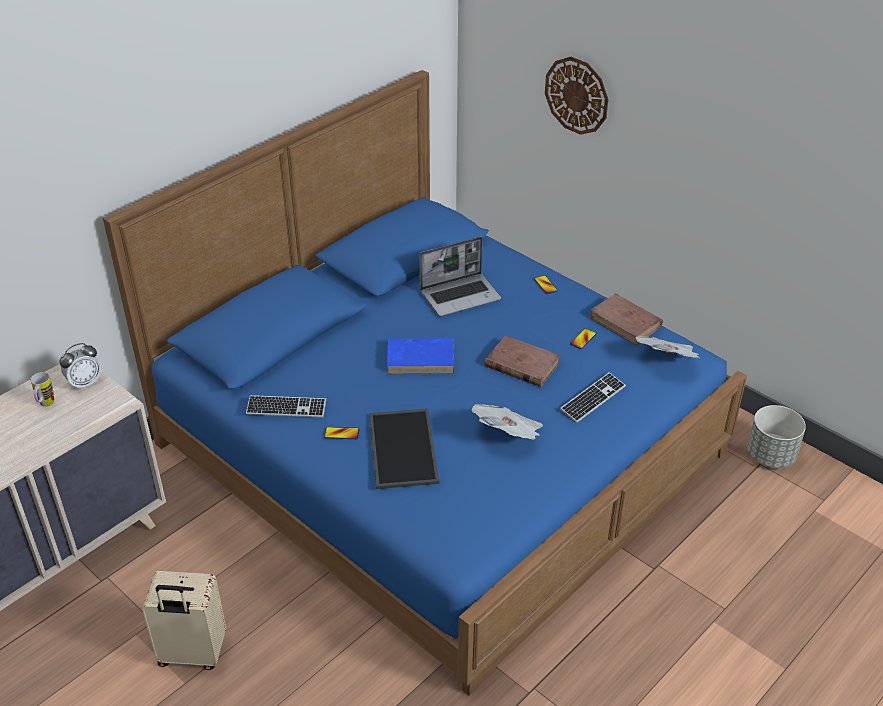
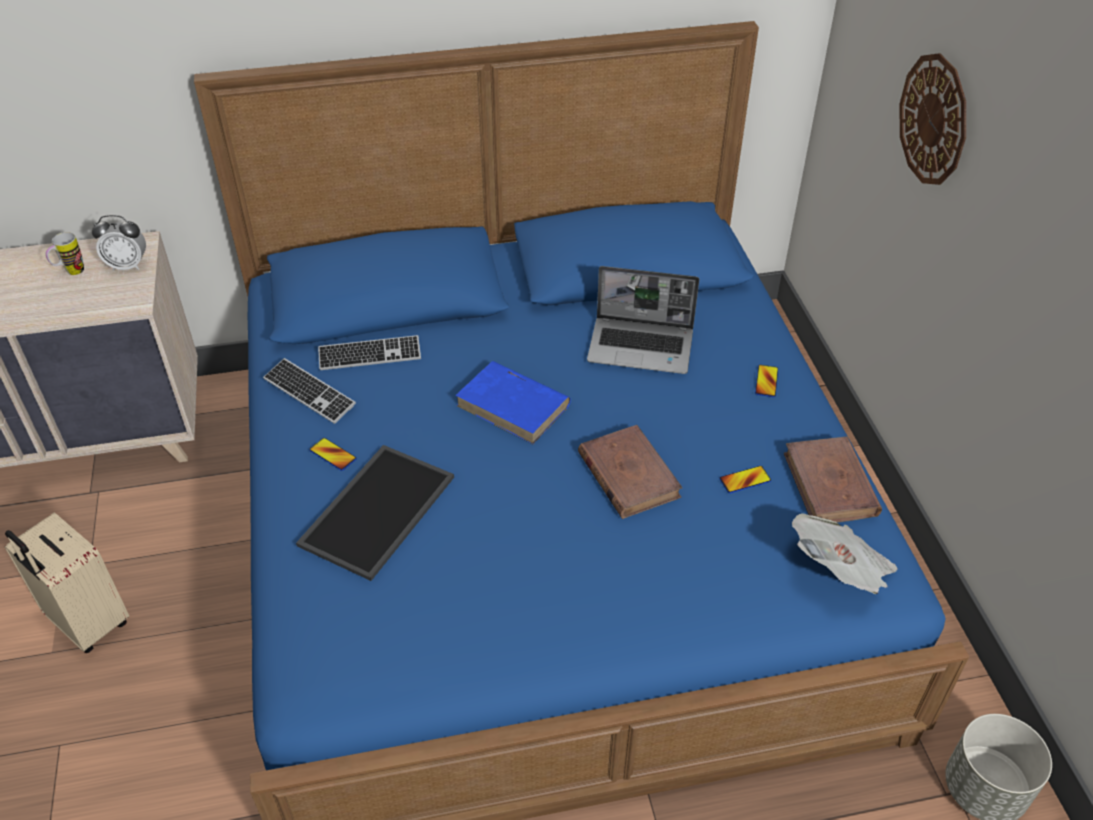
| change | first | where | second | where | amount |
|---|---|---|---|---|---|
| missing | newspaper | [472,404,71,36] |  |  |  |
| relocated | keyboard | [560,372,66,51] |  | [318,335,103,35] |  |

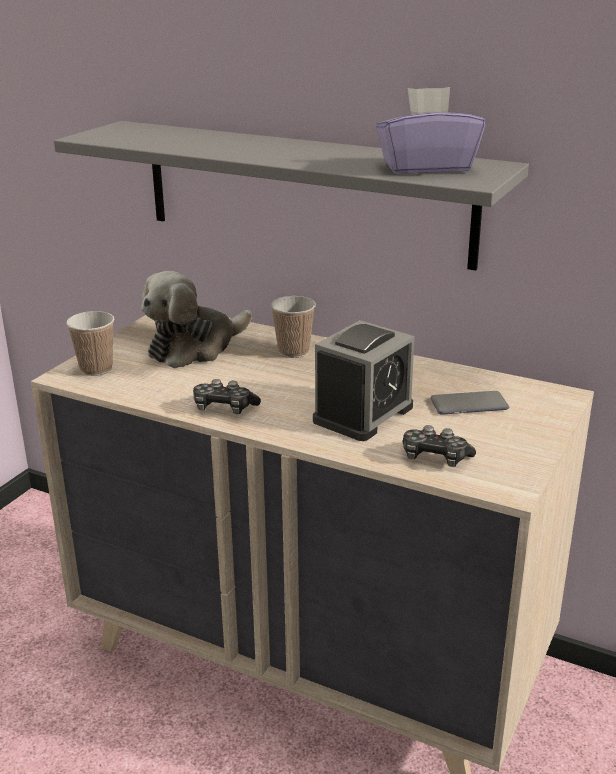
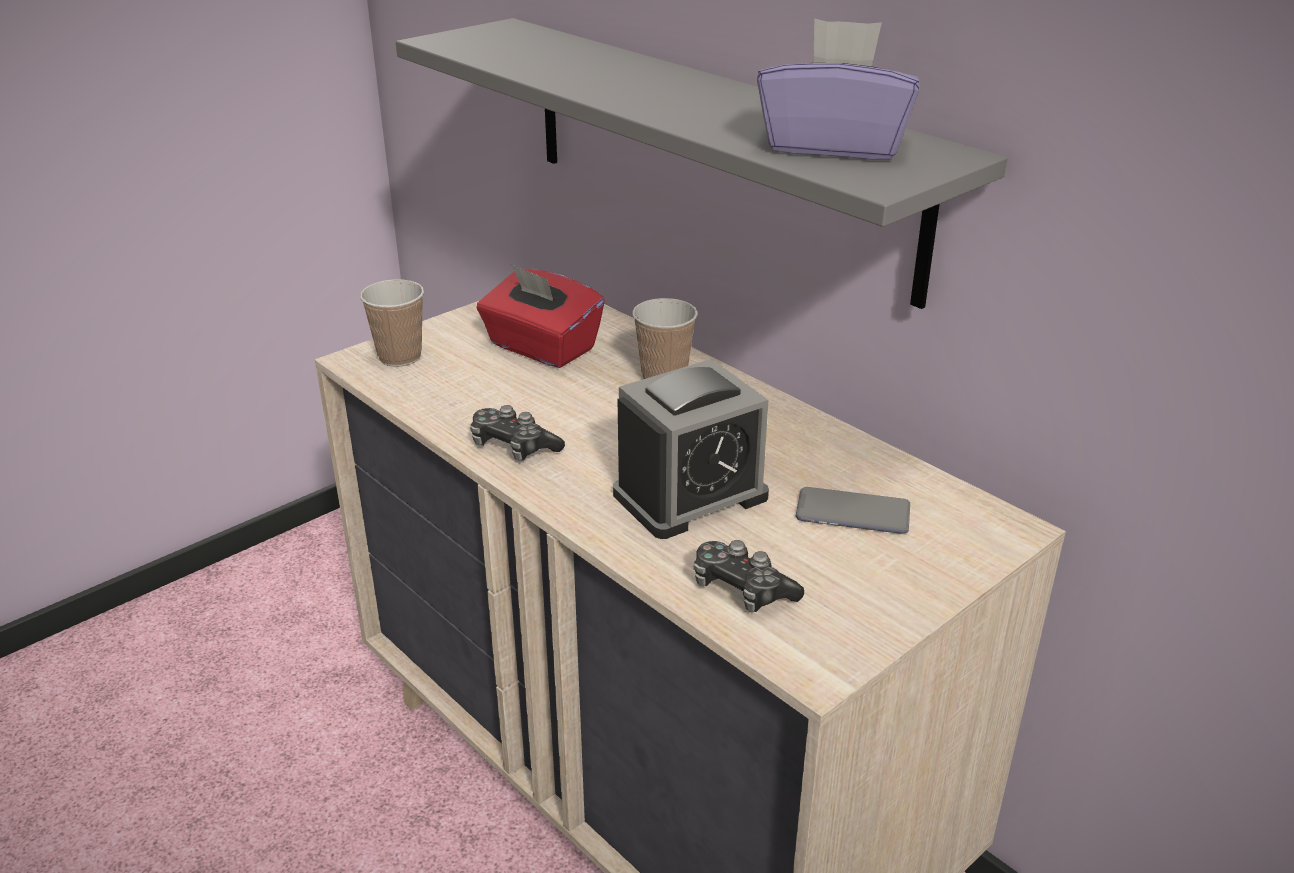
| change | first | where | second | where | amount |
|---|---|---|---|---|---|
| exchanged | plush toy | [141,271,111,98] | box of tissues in reddish | [476,265,129,103] |  |

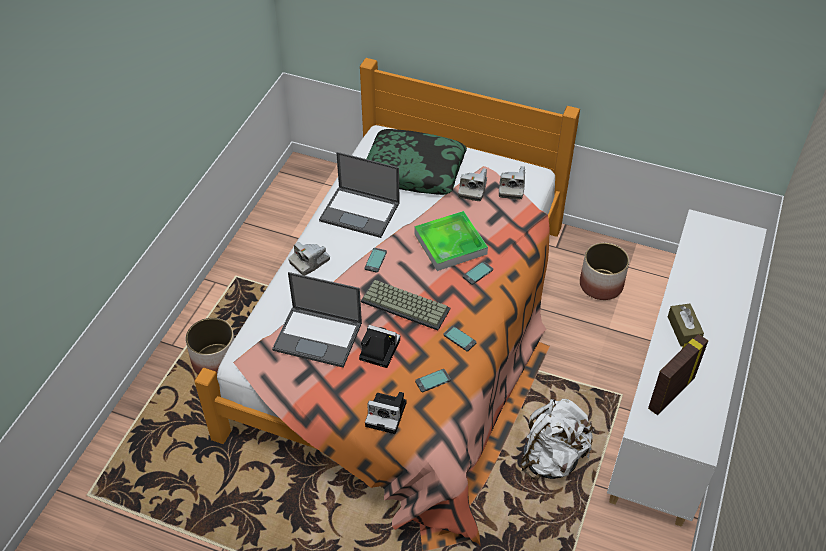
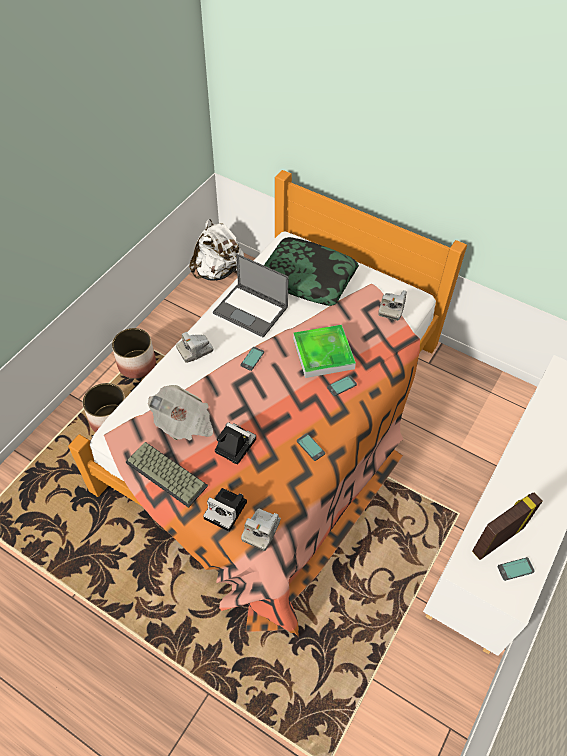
| change | first | where | second | where | amount |
|---|---|---|---|---|---|
| missing | box of tissues in brownish | [668,304,36,43] |  |  |  |
| relocated | keyboard | [361,280,89,51] |  | [126,442,82,66] |  |
| relocated | phone | [415,369,36,23] |  | [497,557,38,24] |  |
| relocated | photo camera | [458,168,29,33] |  | [241,508,40,43] |  |
| relocated | backpack in white | [520,399,74,81] |  | [189,219,55,62] |  |
| relocated | plant pot | [580,243,49,57] |  | [112,328,44,51] |  |
| exchanged | notebook computer | [272,272,90,96] | newspaper | [148,385,65,55] |  |

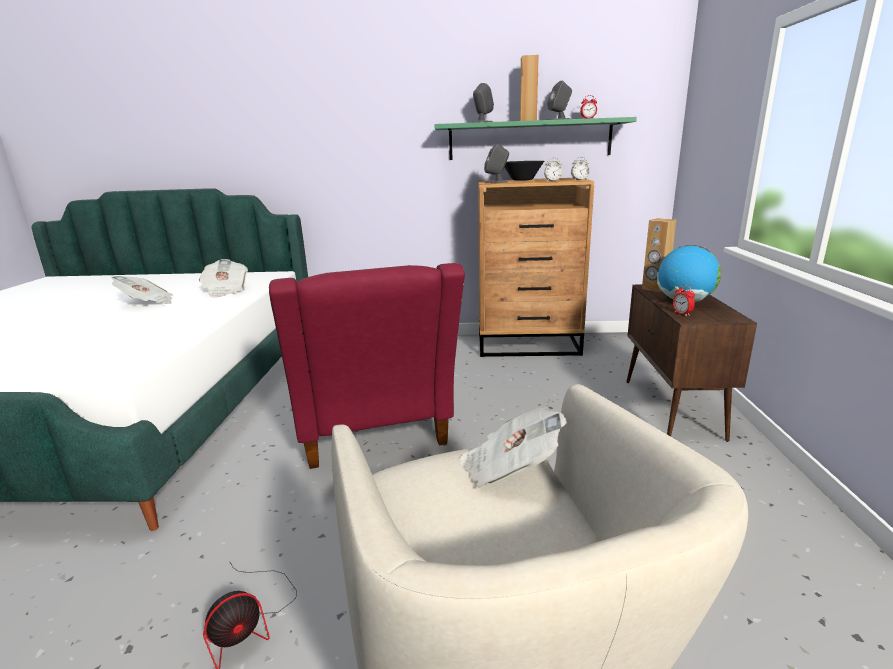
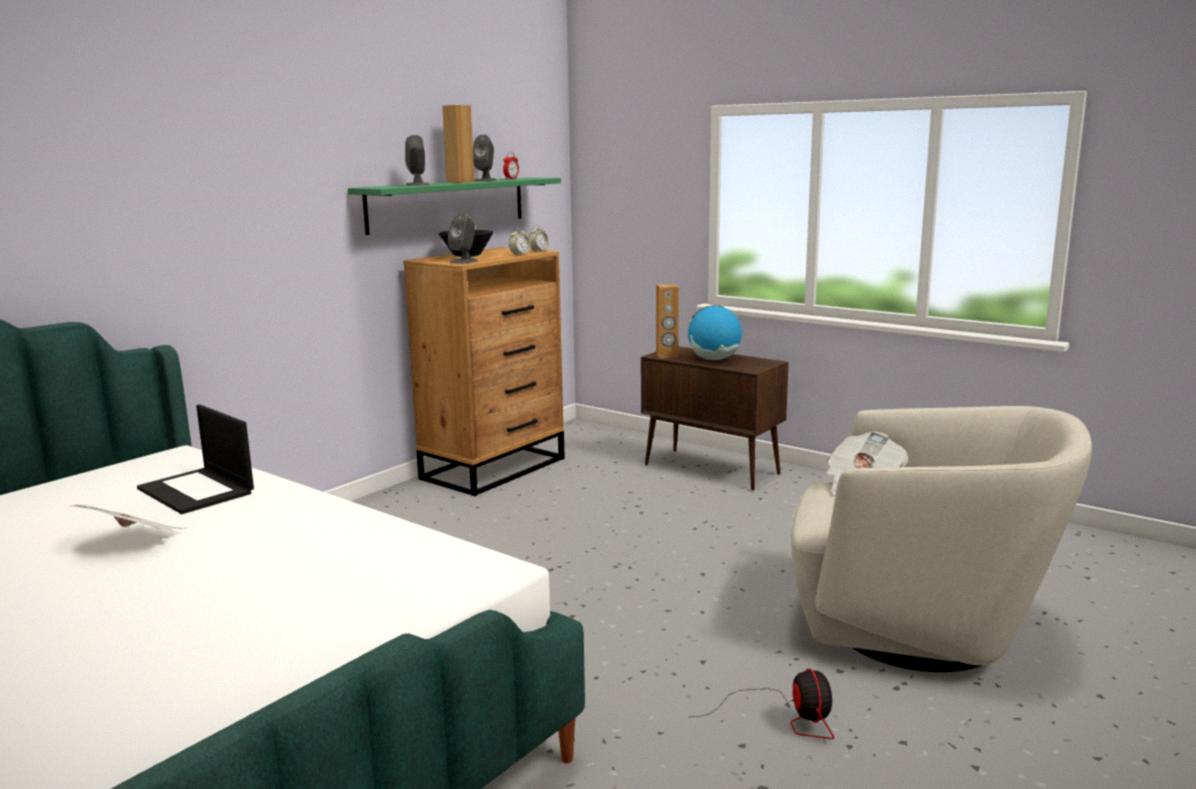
| change | first | where | second | where | amount |
|---|---|---|---|---|---|
| missing | lounge chair in reddish | [269,263,196,206] |  |  |  |
| missing | bedside clock | [673,285,22,31] |  |  |  |
| exchanged | newspaper | [199,259,49,39] | notebook computer | [137,404,117,110] |  |

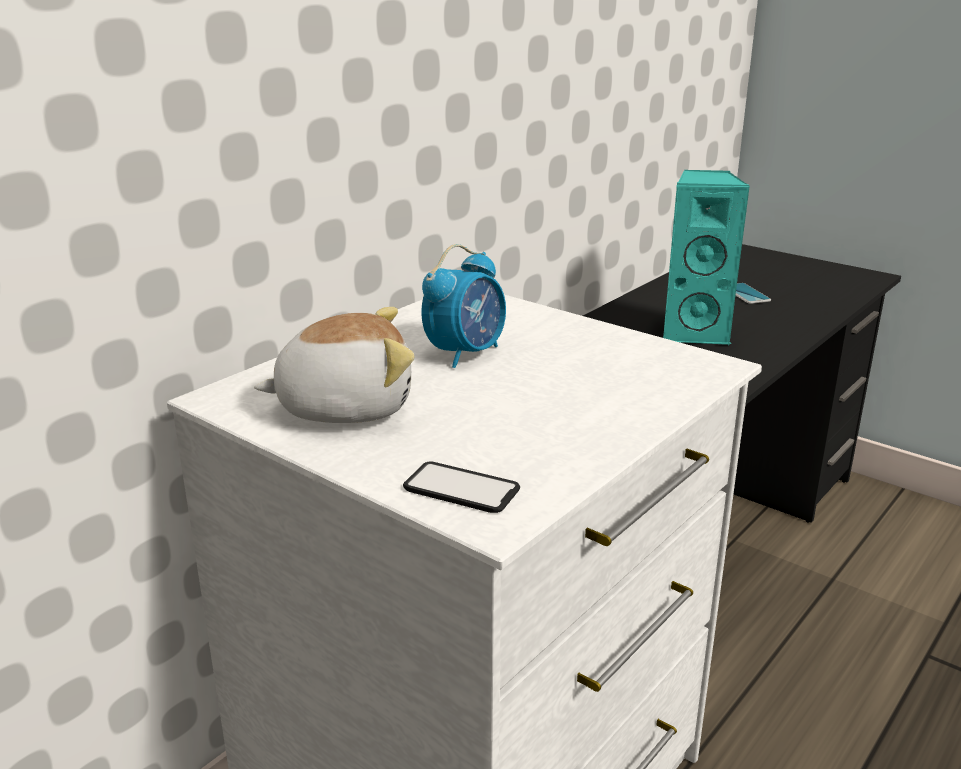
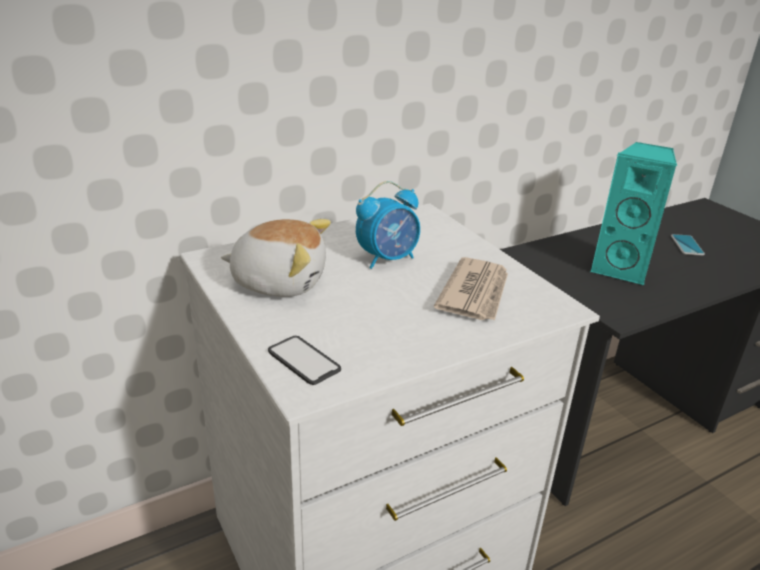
| change | first | where | second | where | amount |
|---|---|---|---|---|---|
| appeared |  |  | newspaper | [434,257,74,63] |  |

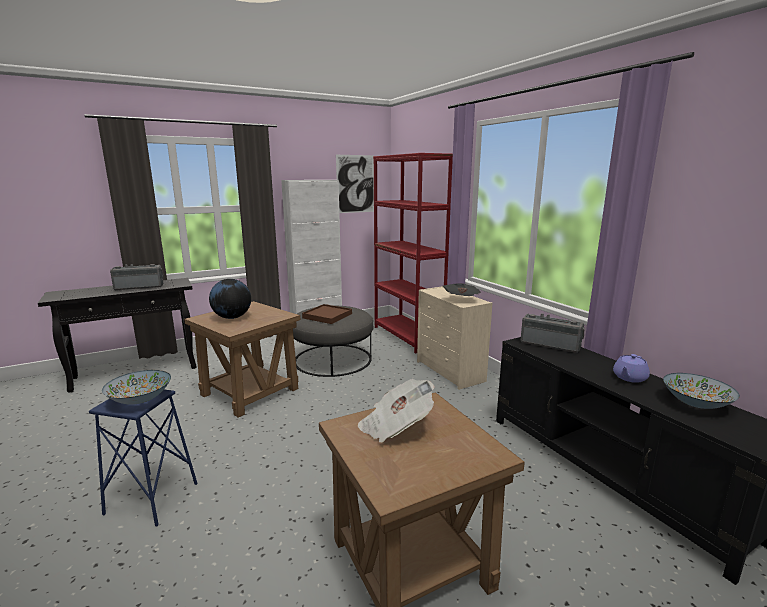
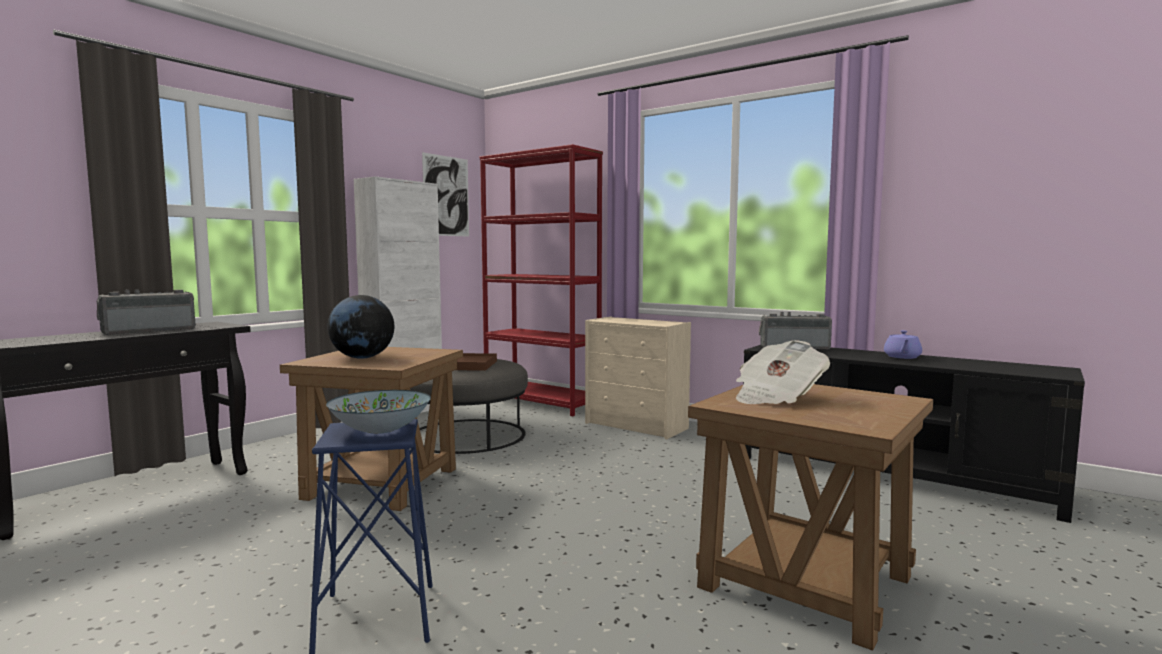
| change | first | where | second | where | amount |
|---|---|---|---|---|---|
| missing | newspaper | [442,283,39,13] |  |  |  |
| missing | deep dish | [663,373,77,36] |  |  |  |

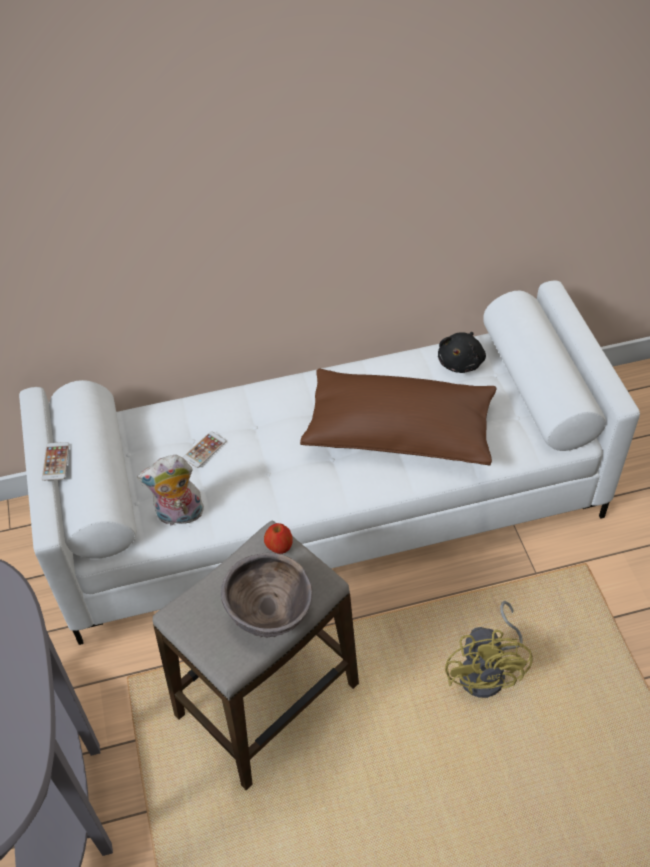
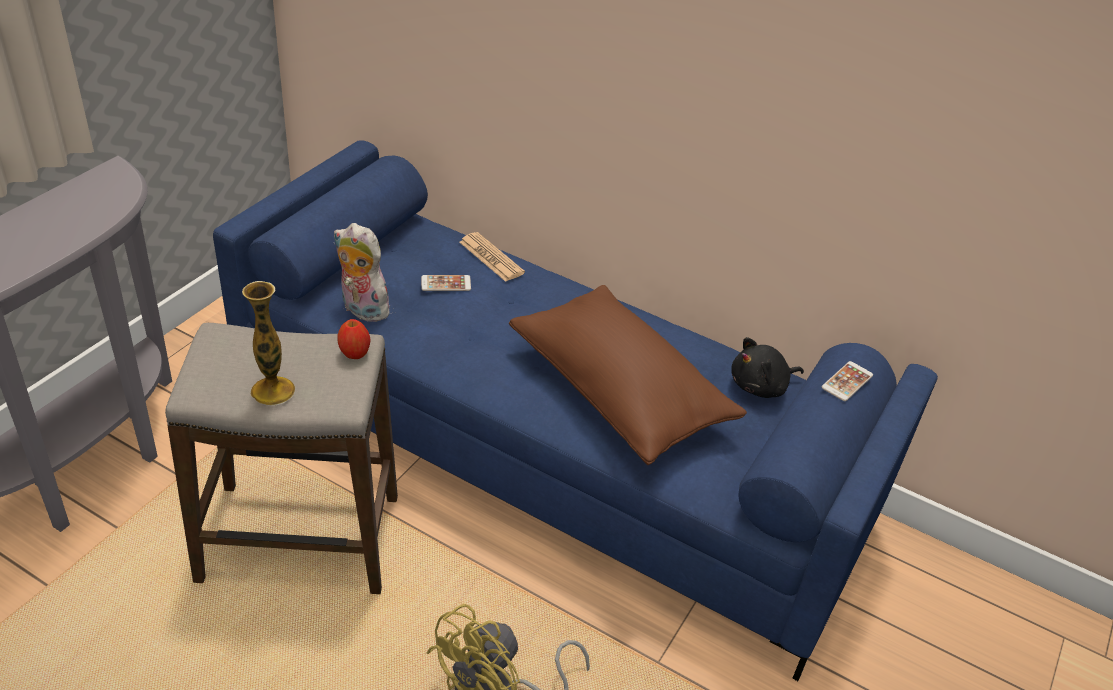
| change | first | where | second | where | amount |
|---|---|---|---|---|---|
| appeared |  |  | newspaper | [459,232,66,50] |  |
| relocated | phone | [42,442,28,39] |  | [822,361,51,40] |  |
| exchanged | deep dish in brownish | [221,553,91,85] | vase | [242,281,53,124] |  |
| colour | sofa in white | [19,280,621,365] | sofa in bluish | [213,140,725,541] |  |

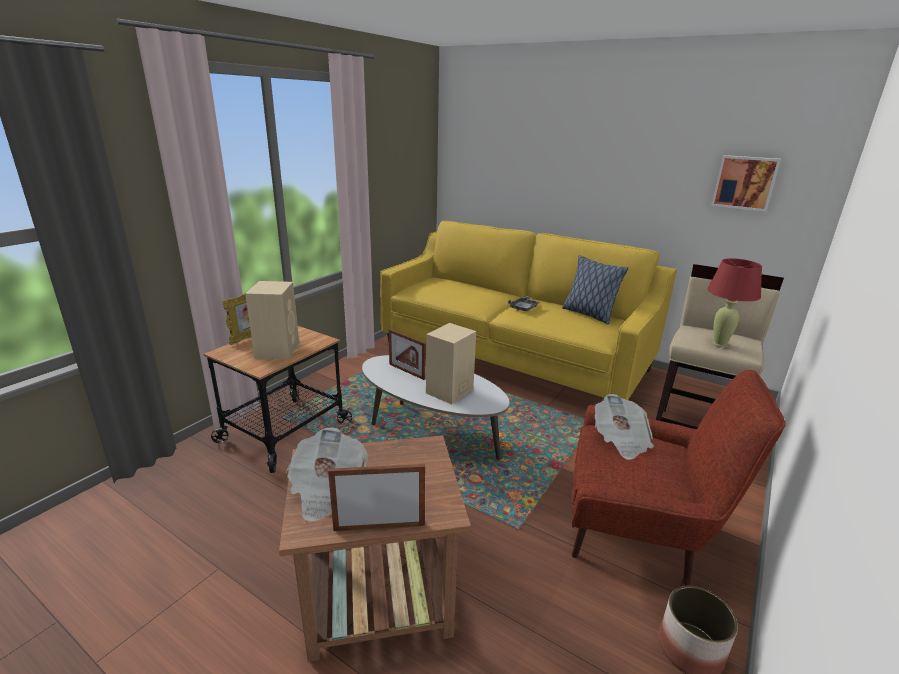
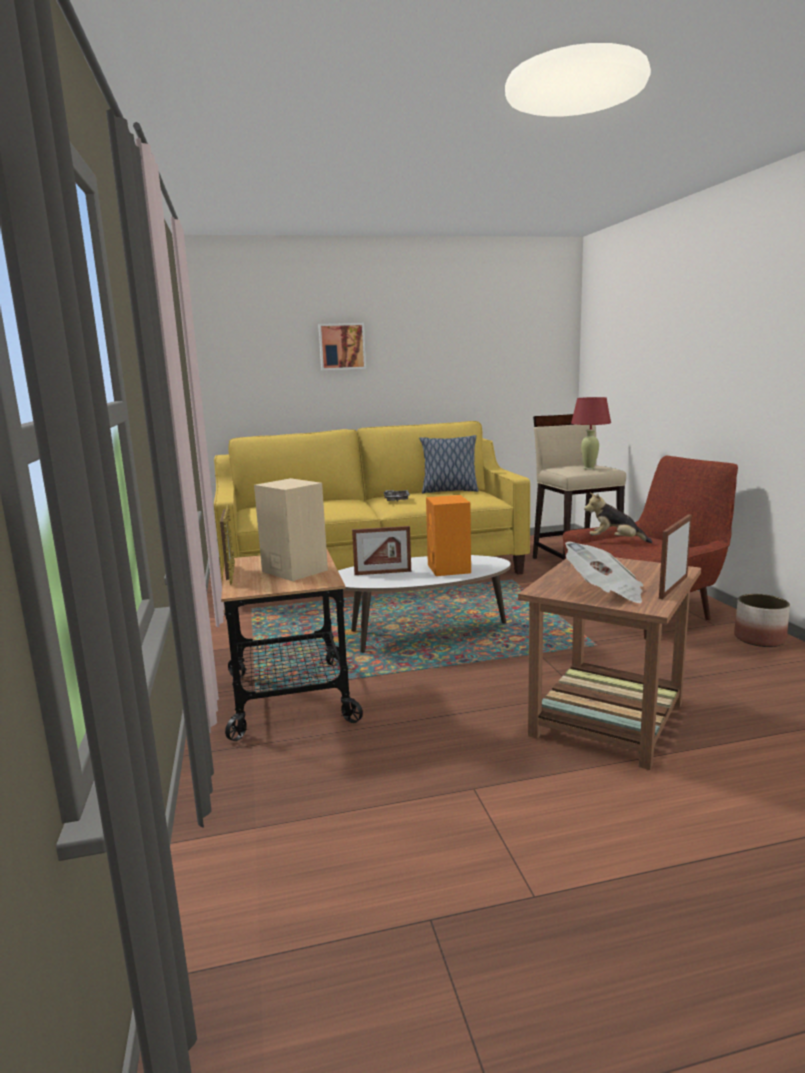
| change | first | where | second | where | amount |
|---|---|---|---|---|---|
| relocated | wall picture | [711,155,70,57] |  | [318,323,48,47] |  |
| exchanged | newspaper | [595,394,59,66] | plush toy | [584,493,69,50] |  |
| colour | loudspeaker in sand-coloured | [426,323,50,81] | loudspeaker in orange-coloured | [426,495,45,81] |  |

